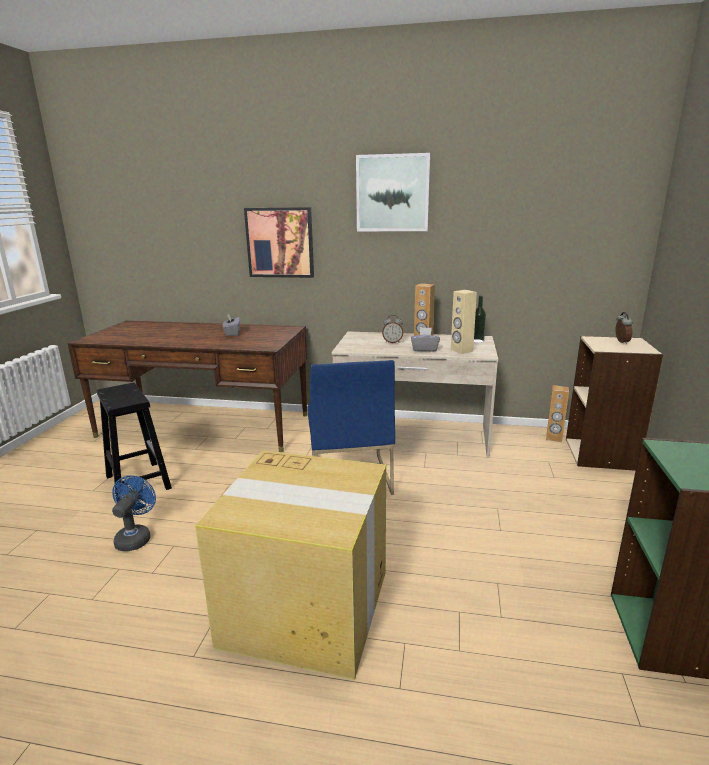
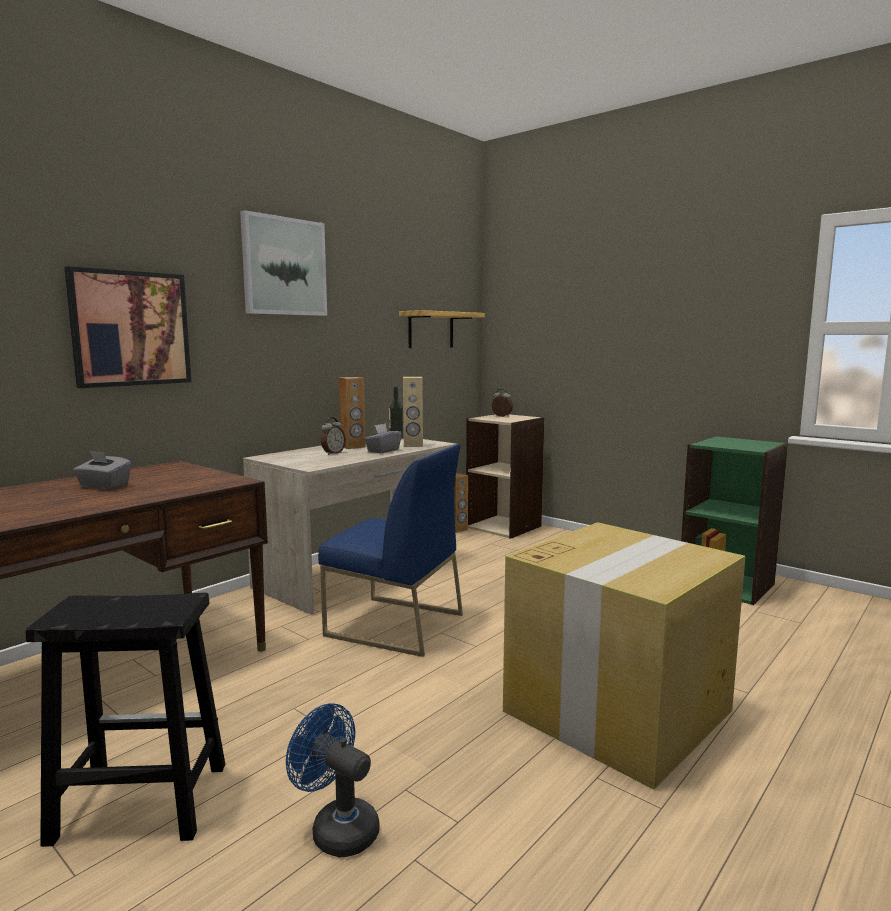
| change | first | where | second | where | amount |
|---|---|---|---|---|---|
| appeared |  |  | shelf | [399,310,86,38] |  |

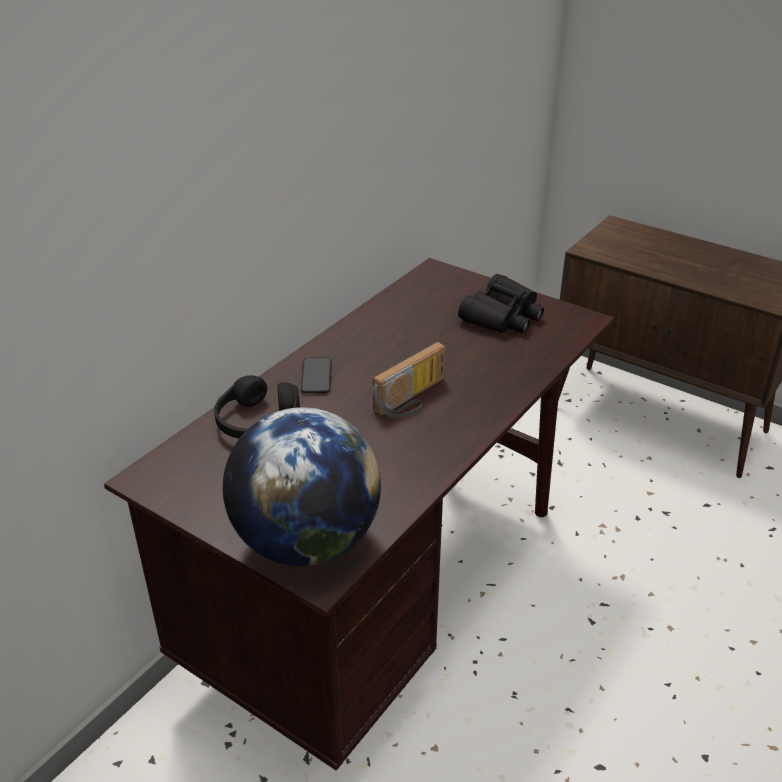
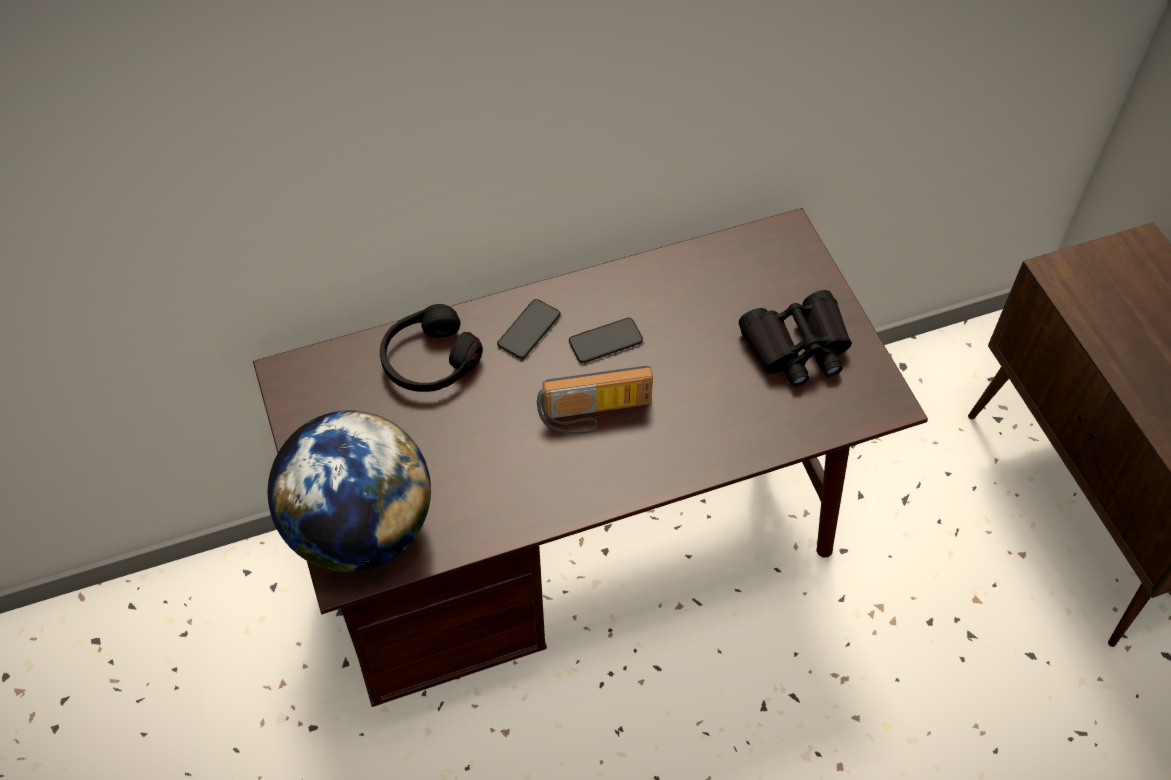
| change | first | where | second | where | amount |
|---|---|---|---|---|---|
| appeared |  |  | phone | [569,318,74,45] |  |

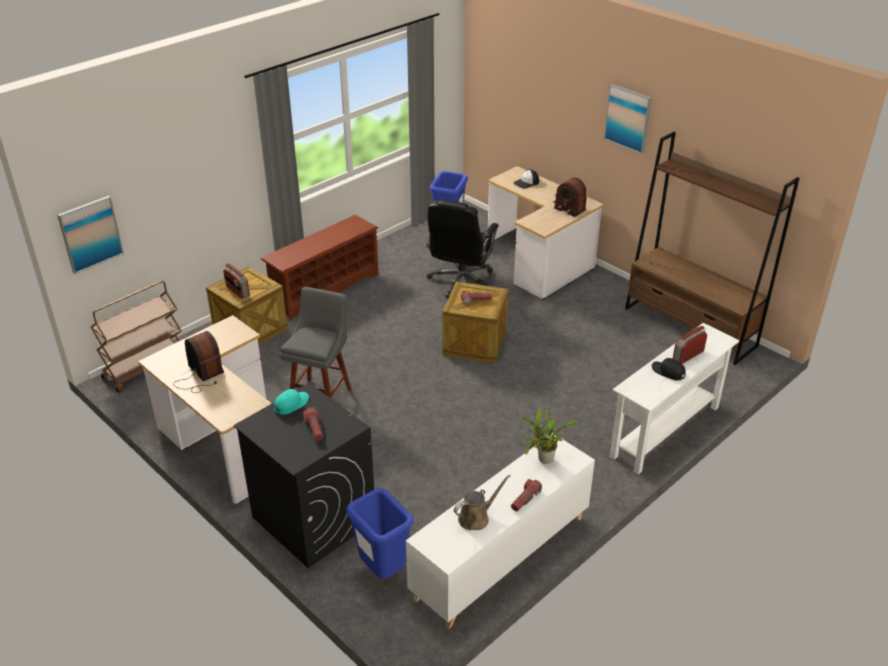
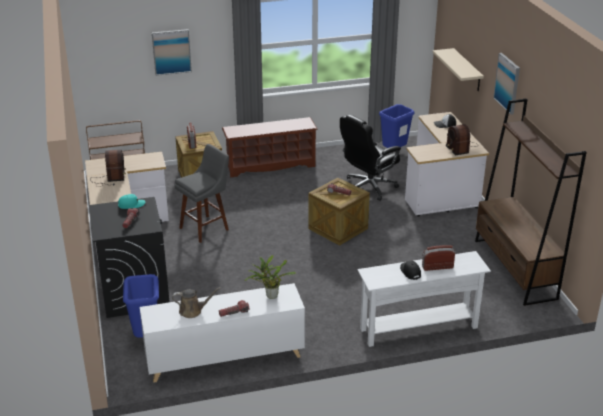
| change | first | where | second | where | amount |
|---|---|---|---|---|---|
| appeared |  |  | shelf in sand-coloured | [433,48,51,43] |  |
| relocated | wall picture | [57,196,67,78] |  | [152,29,40,47] |  |

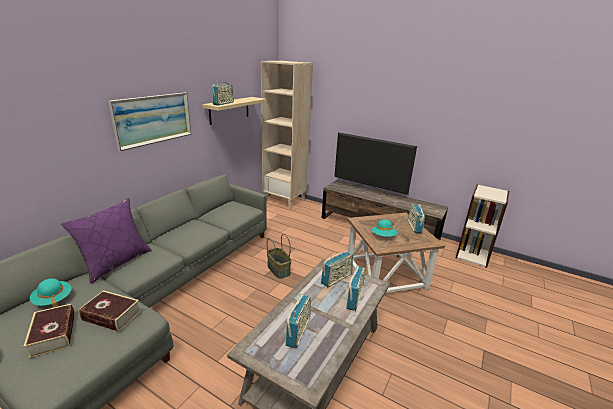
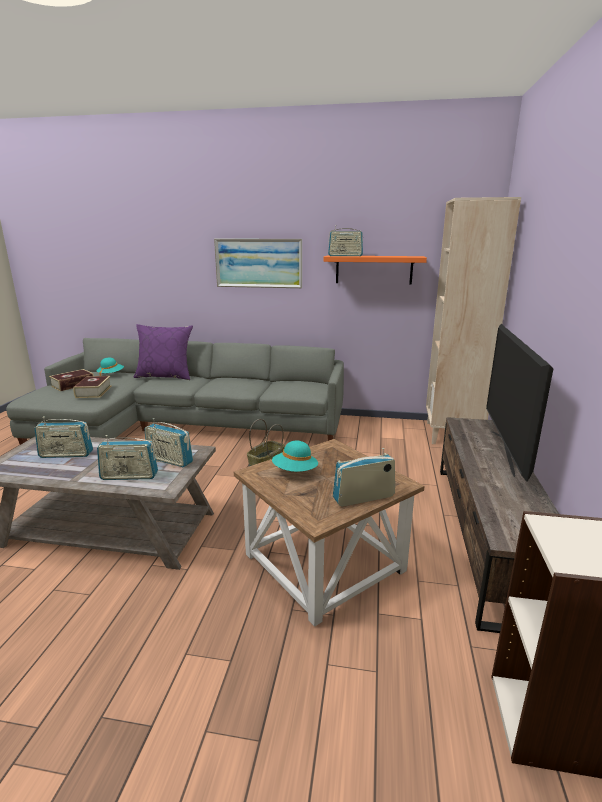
| change | first | where | second | where | amount |
|---|---|---|---|---|---|
| colour | shelf in sand-coloured | [202,97,64,28] | shelf in orange-coloured | [323,256,104,29] |  |

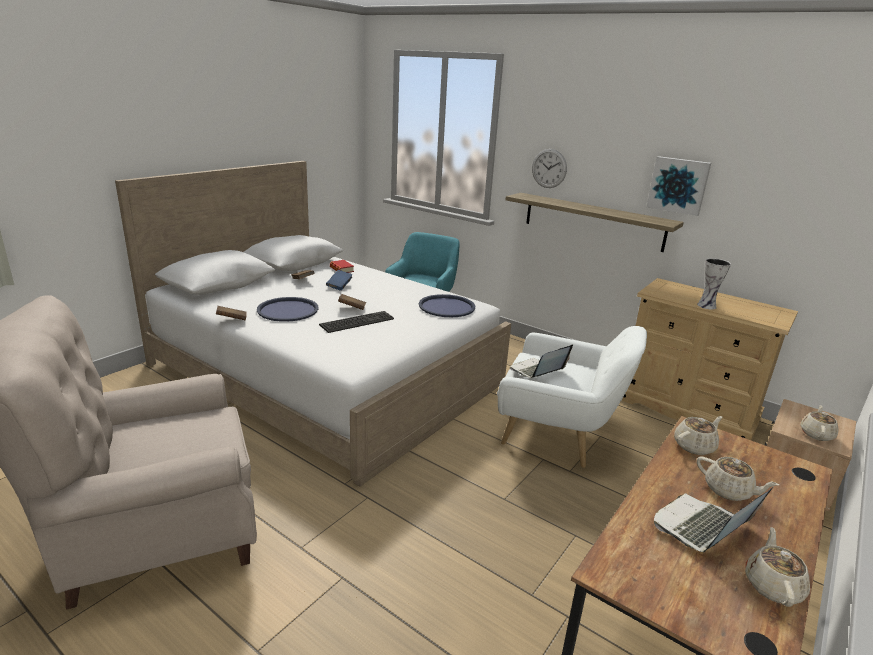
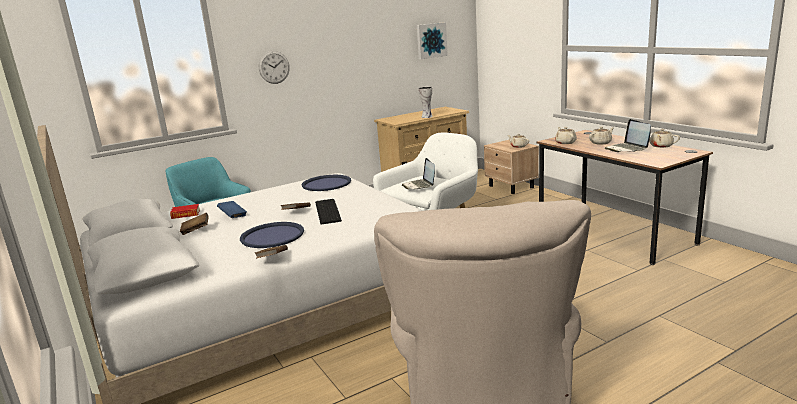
| change | first | where | second | where | amount |
|---|---|---|---|---|---|
| missing | shelf | [506,193,178,59] |  |  |  |
| relocated | wall picture | [647,156,64,60] |  | [417,22,31,37] |  |

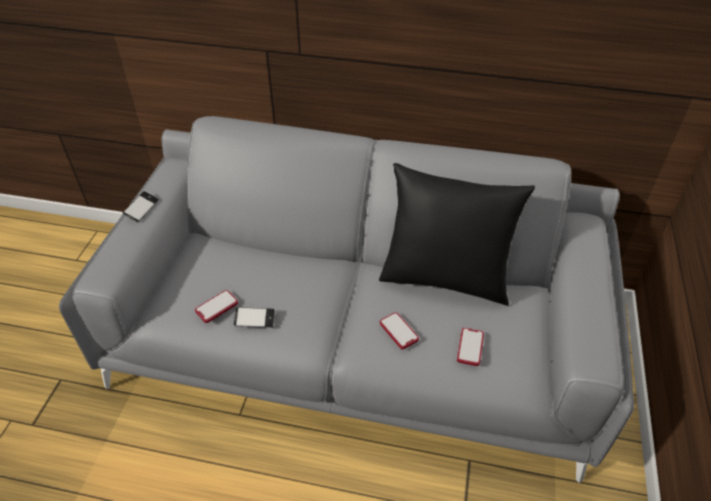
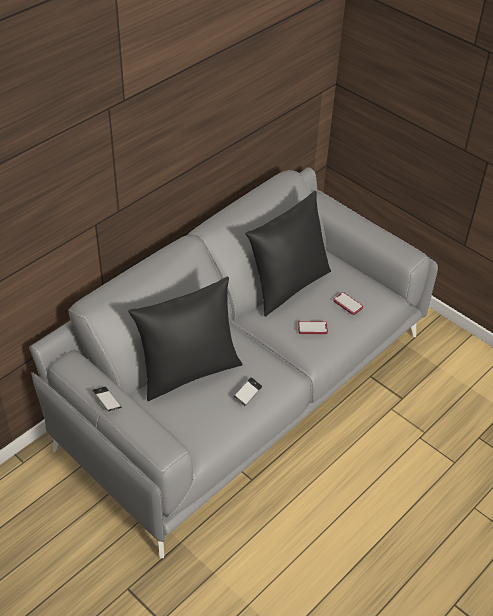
| change | first | where | second | where | amount |
|---|---|---|---|---|---|
| missing | phone | [195,290,43,33] |  |  |  |
| appeared |  |  | cushion in blackish | [128,277,115,124] |  |

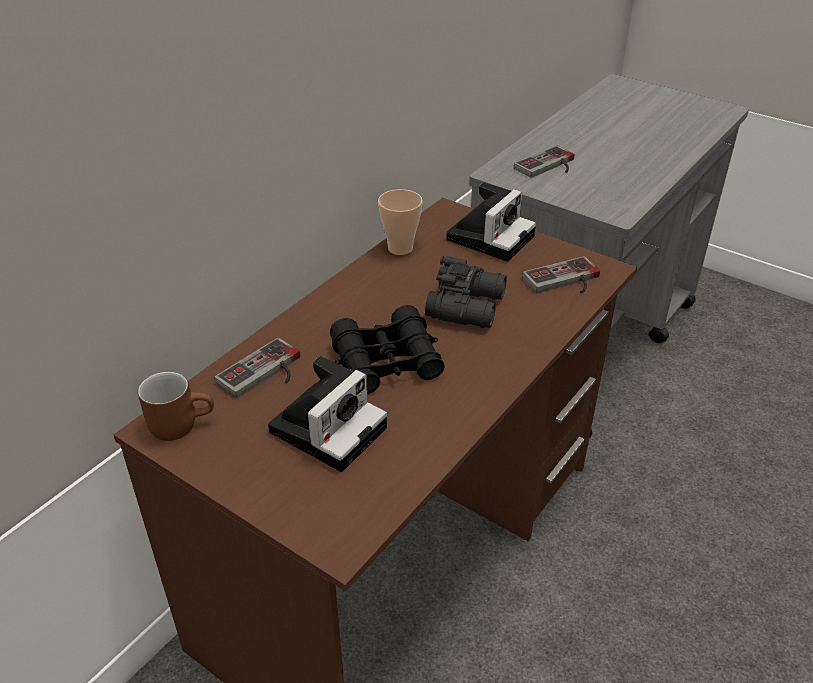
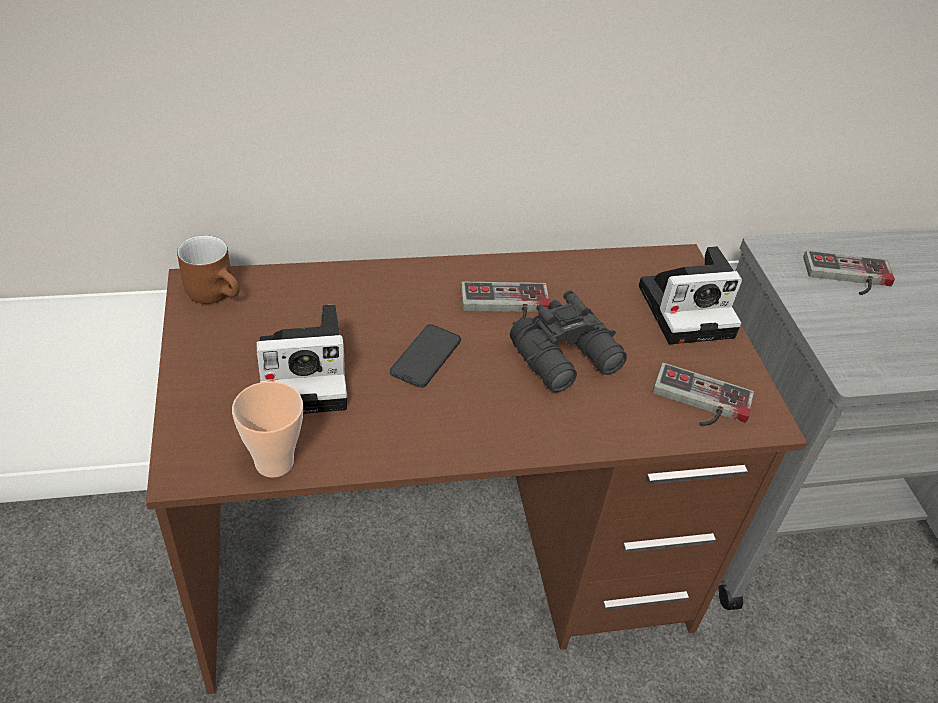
| change | first | where | second | where | amount |
|---|---|---|---|---|---|
| relocated | joypad | [215,337,85,61] |  | [461,282,89,44] |  |
| relocated | drinking cup | [378,189,45,66] |  | [232,381,71,97] |  |
| exchanged | field glasses in blackish | [330,305,115,89] | phone | [390,324,71,64] |  |

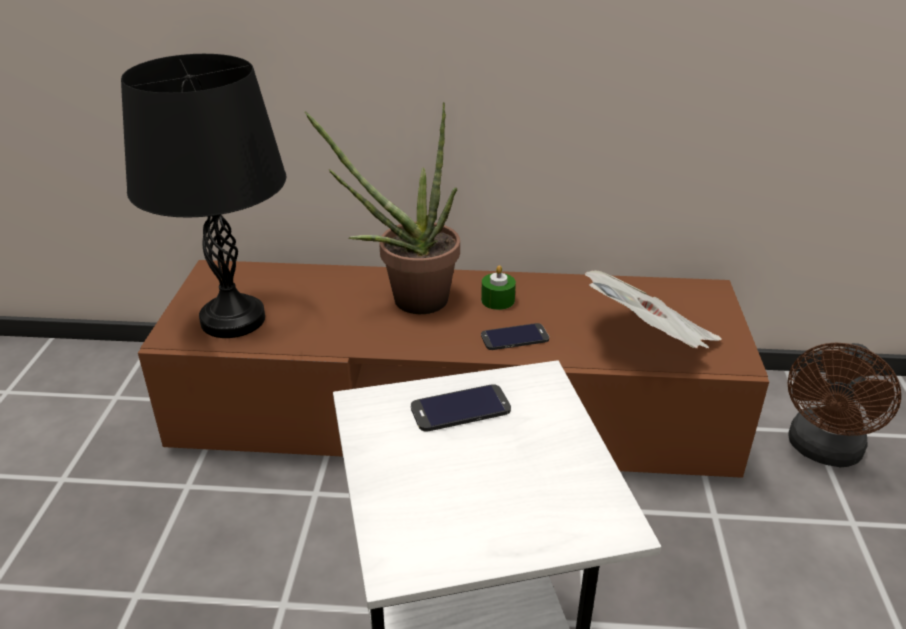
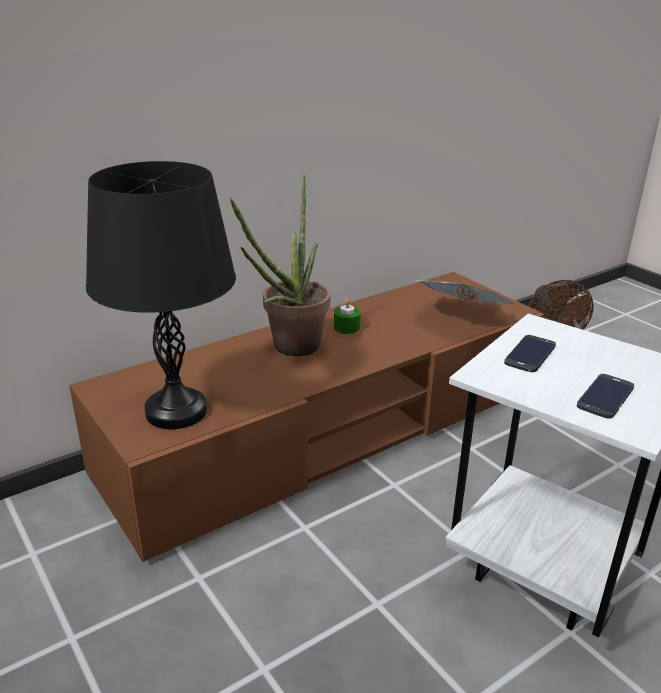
| change | first | where | second | where | amount |
|---|---|---|---|---|---|
| relocated | phone | [481,323,68,27] |  | [577,374,57,45] |  |

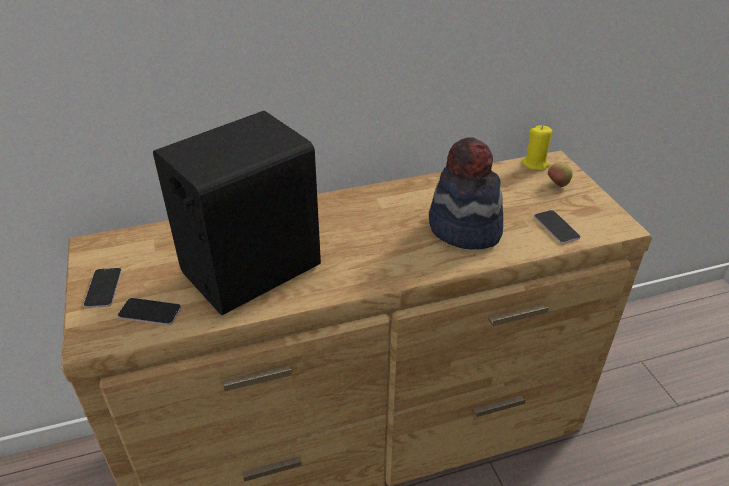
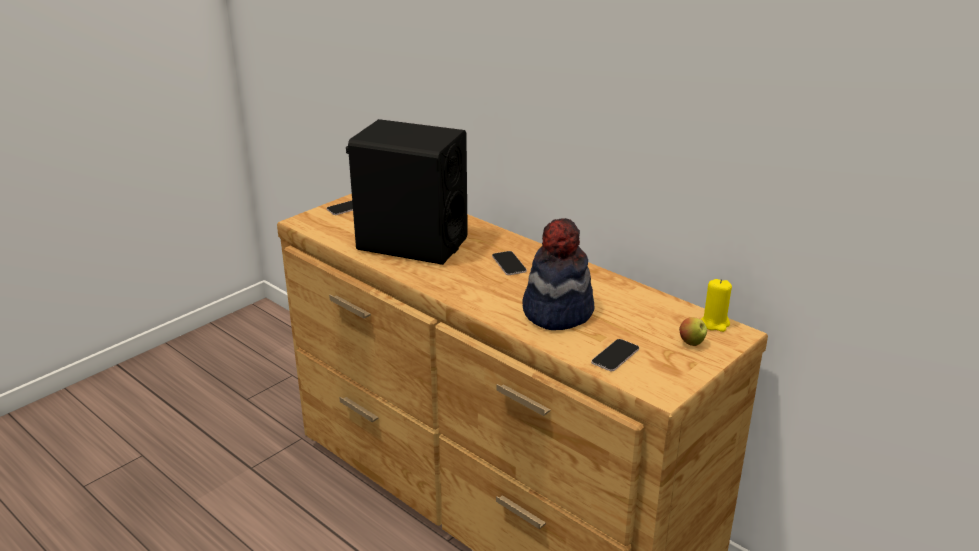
| change | first | where | second | where | amount |
|---|---|---|---|---|---|
| relocated | phone | [118,298,63,27] |  | [492,251,35,24] |  |

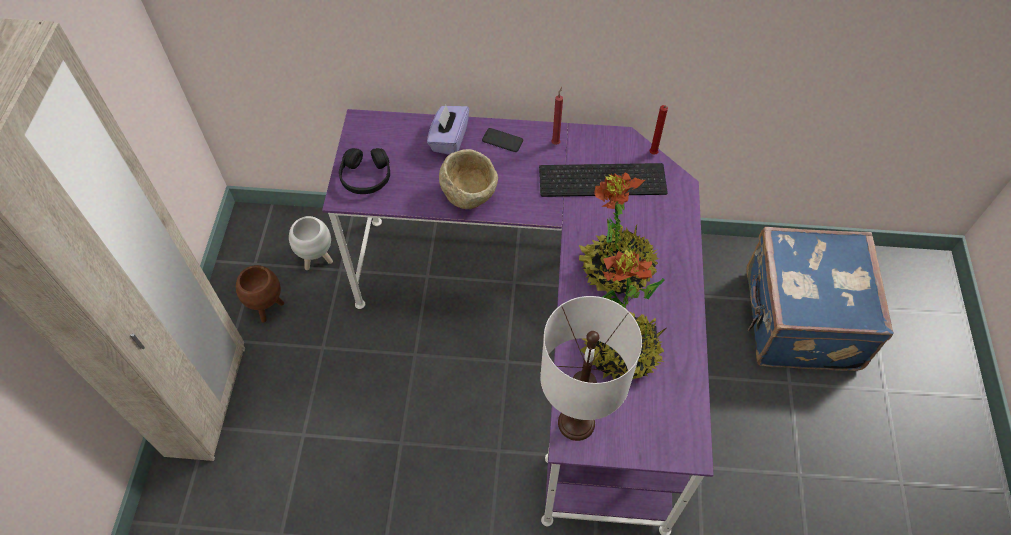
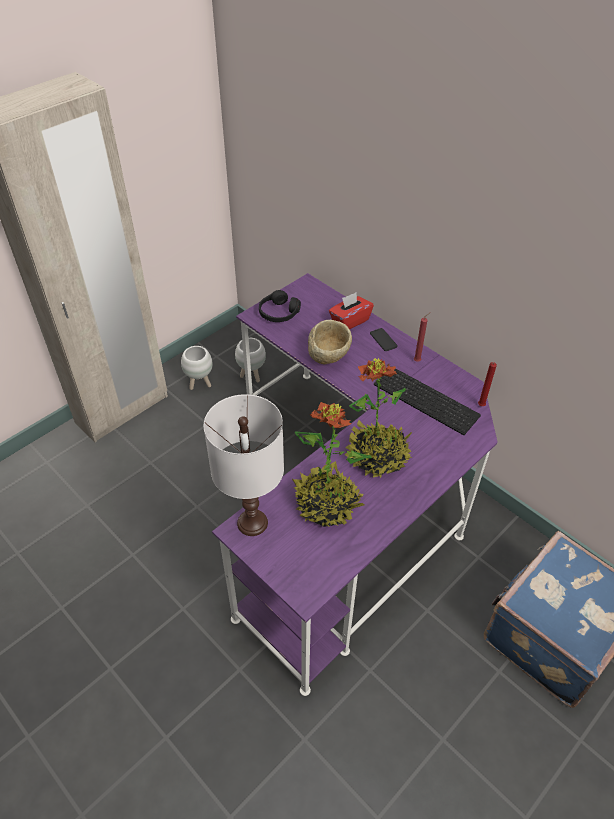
| change | first | where | second | where | amount |
|---|---|---|---|---|---|
| colour | plant pot in brownish | [236,265,48,58] | plant pot in white | [181,346,32,44] |  |
| colour | box of tissues in purple | [427,105,42,50] | box of tissues in reddish | [329,293,45,36] |  |

